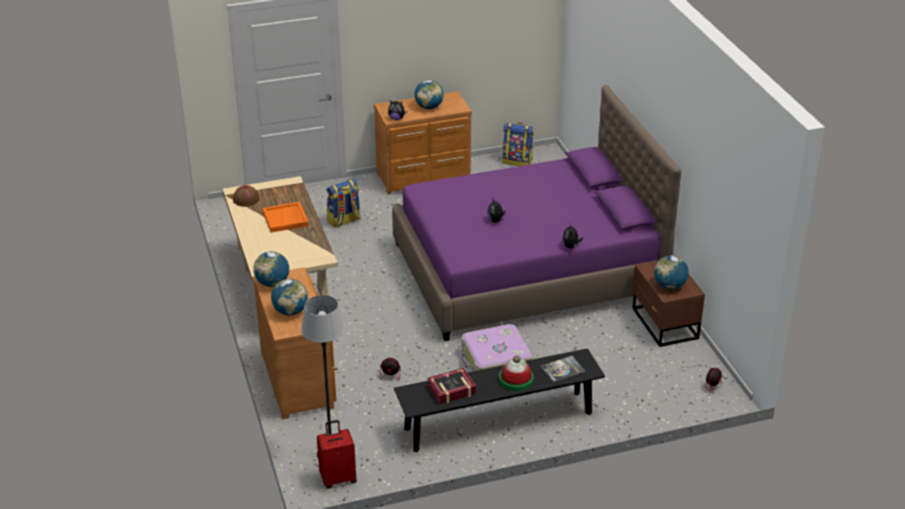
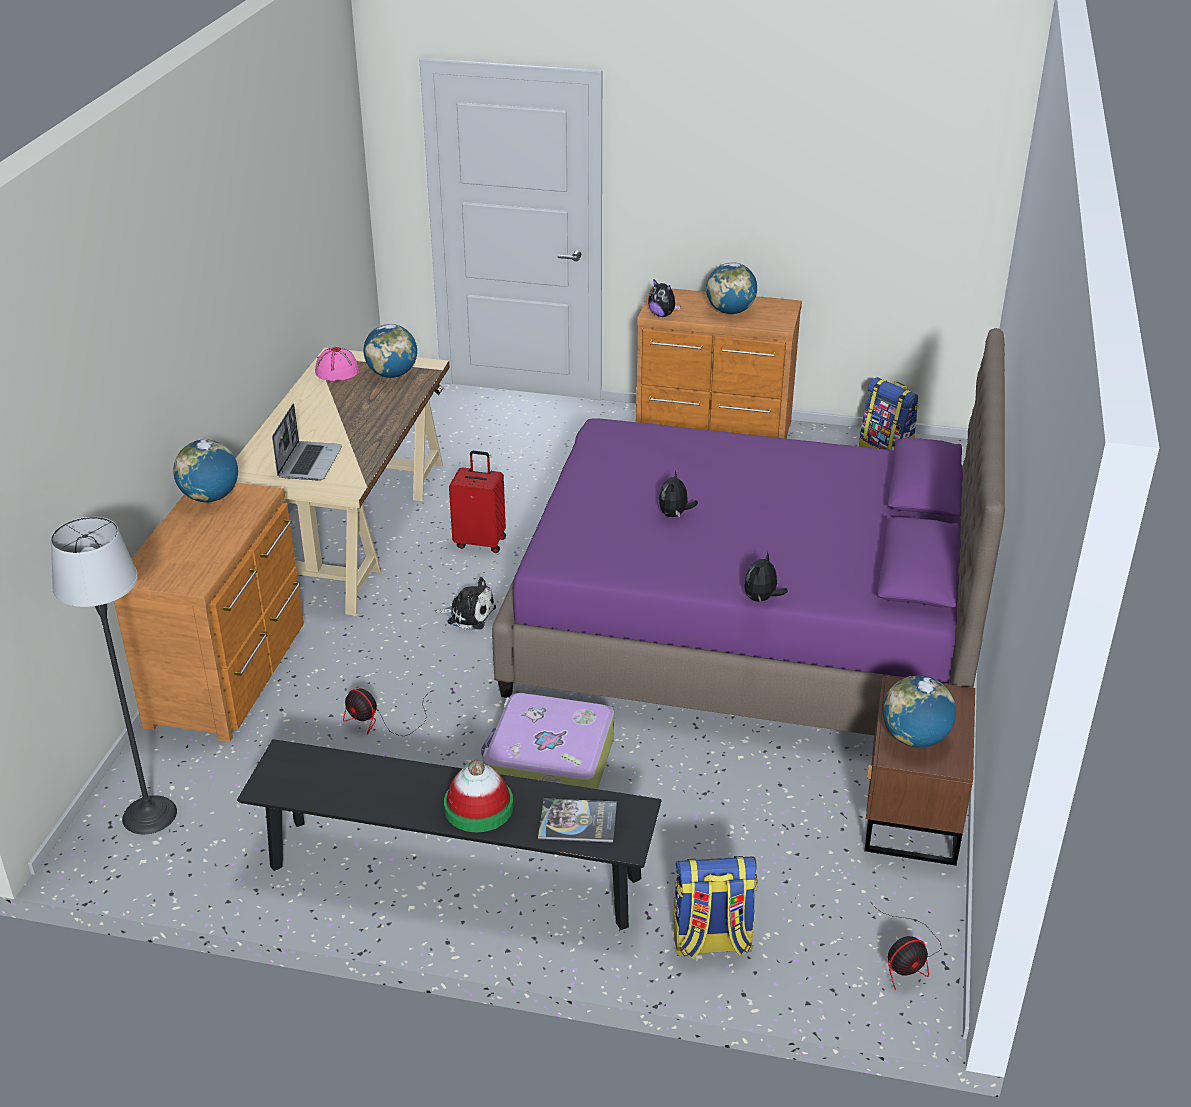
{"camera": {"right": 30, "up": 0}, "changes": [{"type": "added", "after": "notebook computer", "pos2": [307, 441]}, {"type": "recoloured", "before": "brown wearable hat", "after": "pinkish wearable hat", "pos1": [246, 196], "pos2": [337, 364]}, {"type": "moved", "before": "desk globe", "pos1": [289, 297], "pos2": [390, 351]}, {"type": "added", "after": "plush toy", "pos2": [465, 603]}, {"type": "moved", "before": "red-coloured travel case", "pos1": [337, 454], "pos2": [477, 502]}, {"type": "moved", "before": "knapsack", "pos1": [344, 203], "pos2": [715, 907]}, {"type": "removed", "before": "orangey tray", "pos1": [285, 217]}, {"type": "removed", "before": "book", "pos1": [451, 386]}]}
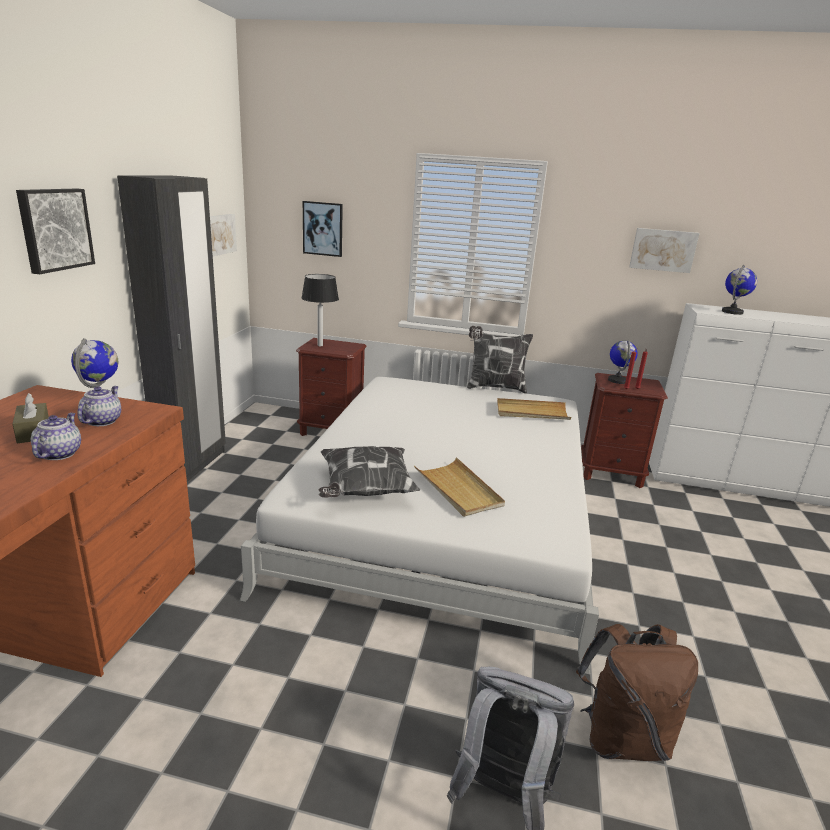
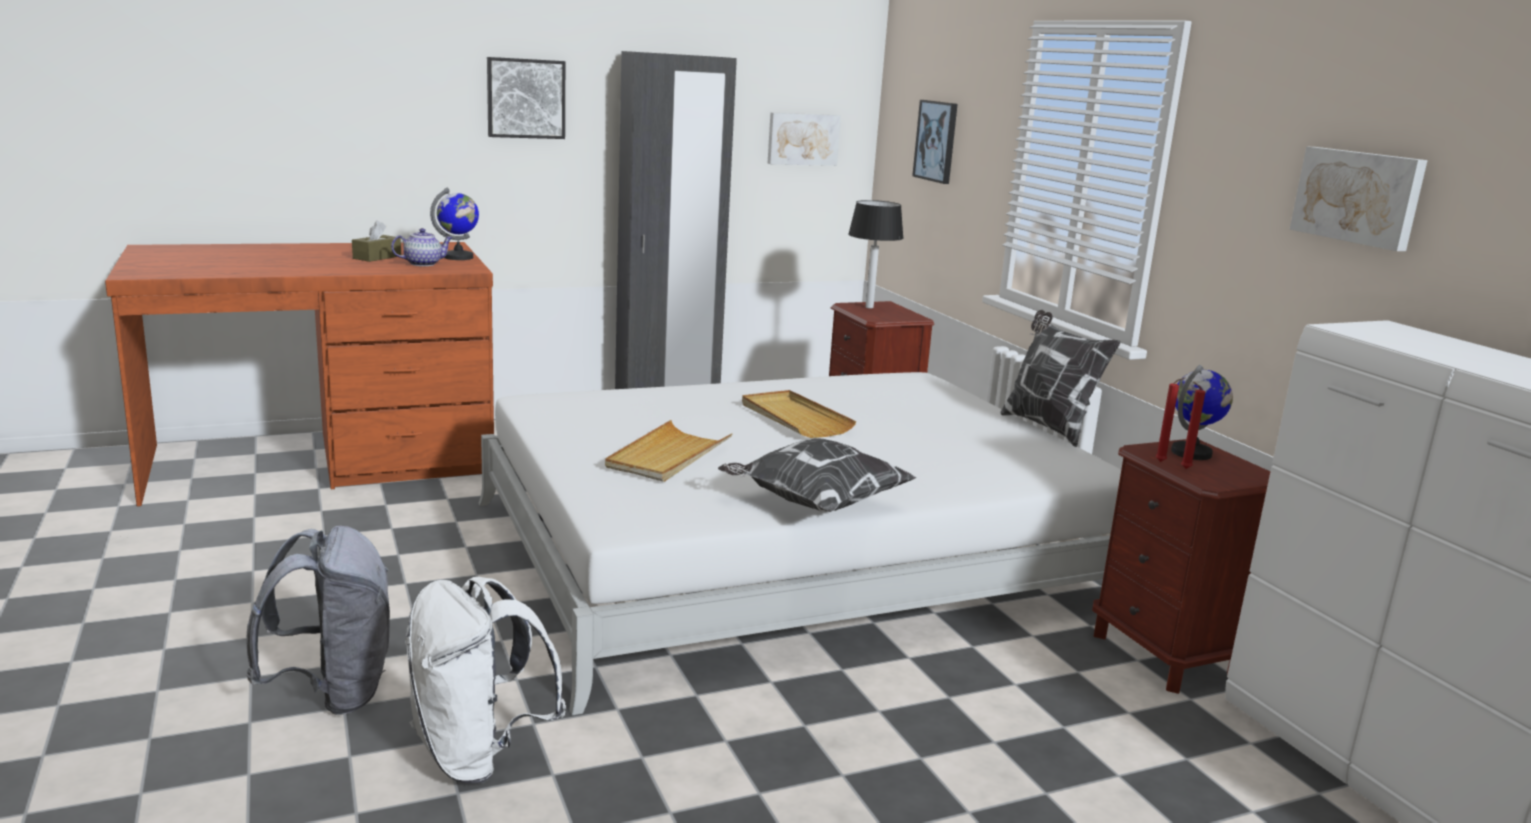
{"camera": {"right": 55, "up": -5}, "changes": [{"type": "recoloured", "before": "brown knapsack", "after": "white-coloured knapsack", "pos1": [637, 692], "pos2": [485, 680]}, {"type": "moved", "before": "cushion", "pos1": [369, 472], "pos2": [817, 475]}, {"type": "moved", "before": "sand-coloured tray", "pos1": [534, 409], "pos2": [799, 414]}, {"type": "removed", "before": "tea pot", "pos1": [56, 436]}, {"type": "removed", "before": "desk globe", "pos1": [739, 290]}]}
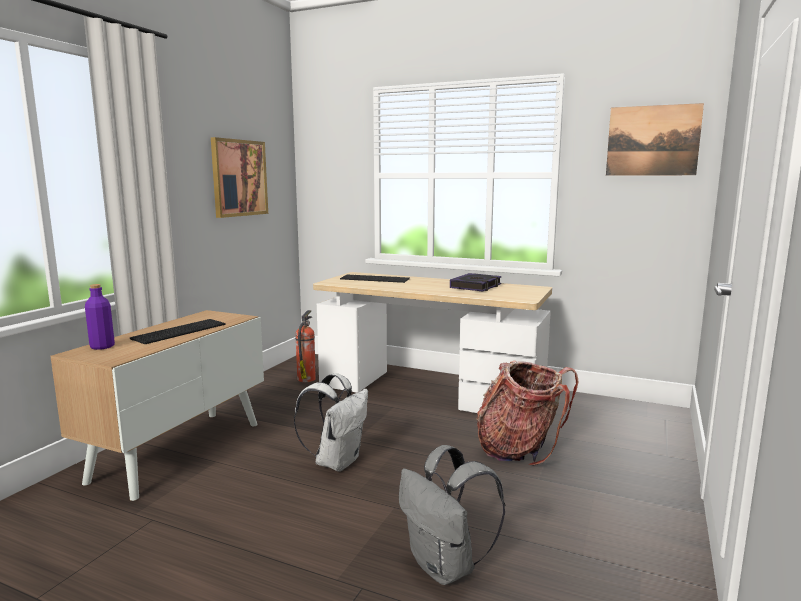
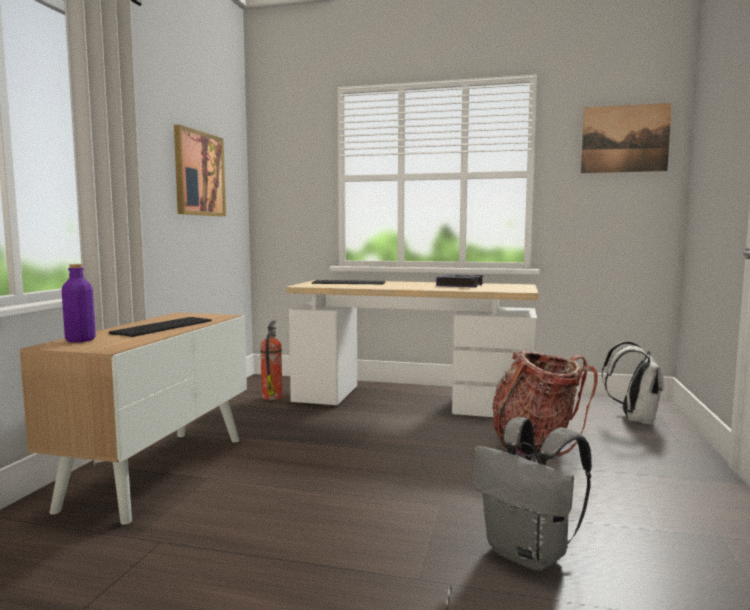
{"camera": {"right": -10, "up": -5}, "changes": [{"type": "moved", "before": "white-coloured knapsack", "pos1": [331, 422], "pos2": [633, 383]}]}
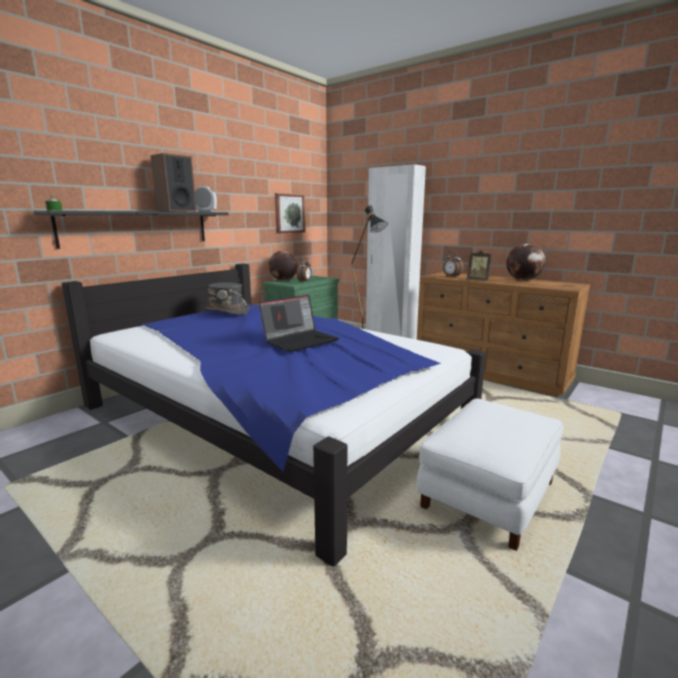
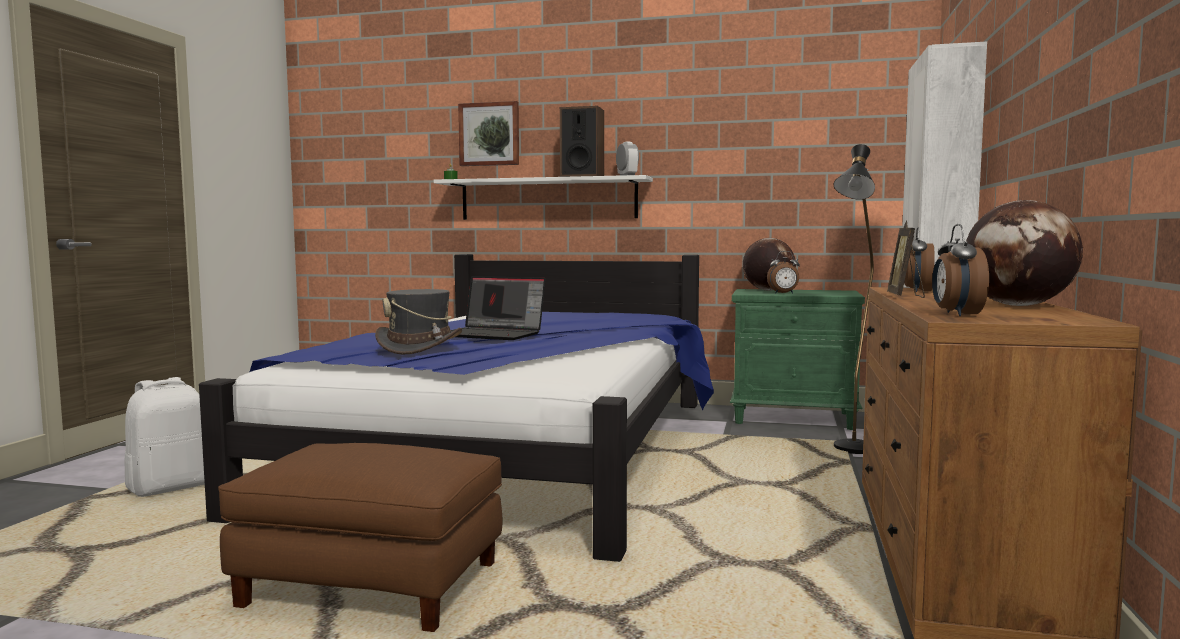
{"camera": {"right": 65, "up": -10}, "changes": [{"type": "added", "after": "white-coloured knapsack", "pos2": [164, 437]}, {"type": "recoloured", "before": "white-coloured pouffe", "after": "brown pouffe", "pos1": [490, 475], "pos2": [360, 537]}, {"type": "moved", "before": "greyish wearable hat", "pos1": [226, 299], "pos2": [418, 322]}, {"type": "recoloured", "before": "black shelf", "after": "white-coloured shelf", "pos1": [131, 230], "pos2": [543, 197]}, {"type": "moved", "before": "wall art", "pos1": [290, 213], "pos2": [488, 133]}, {"type": "added", "after": "bedside clock", "pos2": [960, 270]}]}
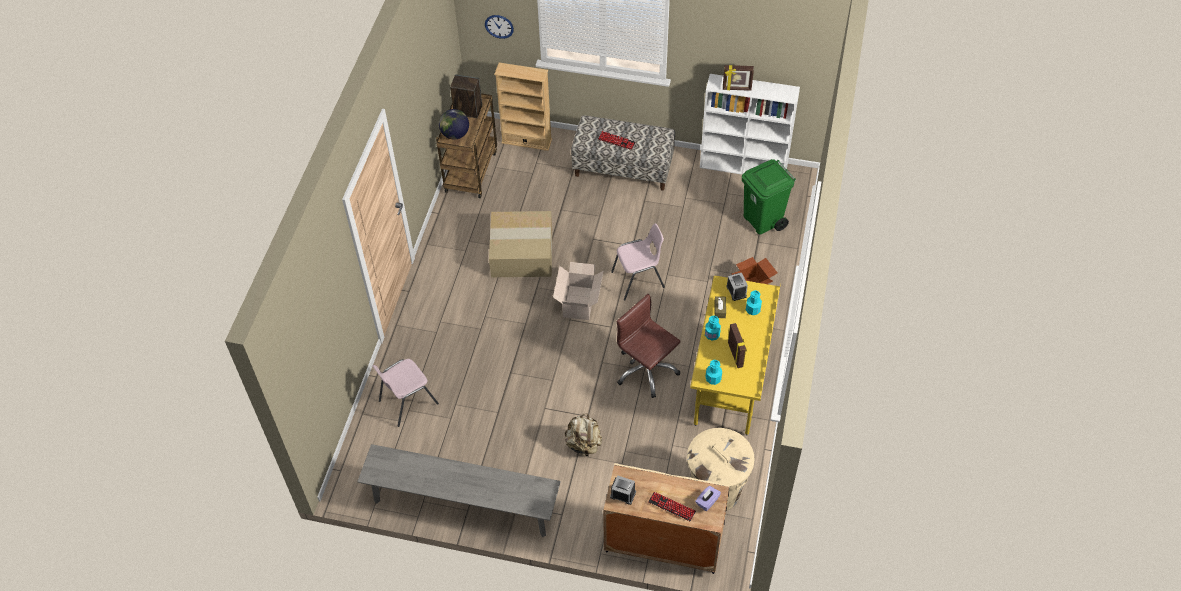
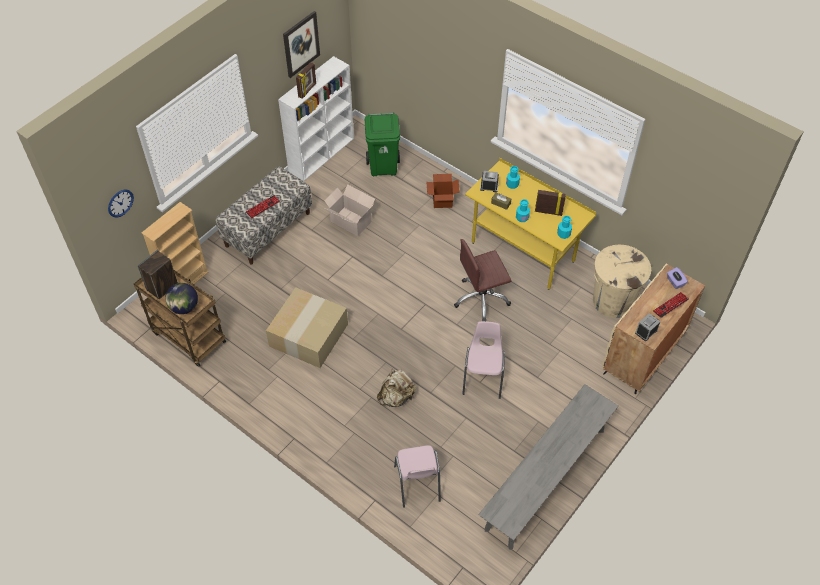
{"camera": {"right": -65, "up": 0}, "changes": [{"type": "added", "after": "wall art", "pos2": [301, 44]}, {"type": "moved", "before": "cardboard box", "pos1": [578, 291], "pos2": [349, 210]}, {"type": "moved", "before": "sand-coloured knapsack", "pos1": [583, 434], "pos2": [396, 388]}, {"type": "moved", "before": "pinkish upright chair", "pos1": [638, 262], "pos2": [483, 360]}]}
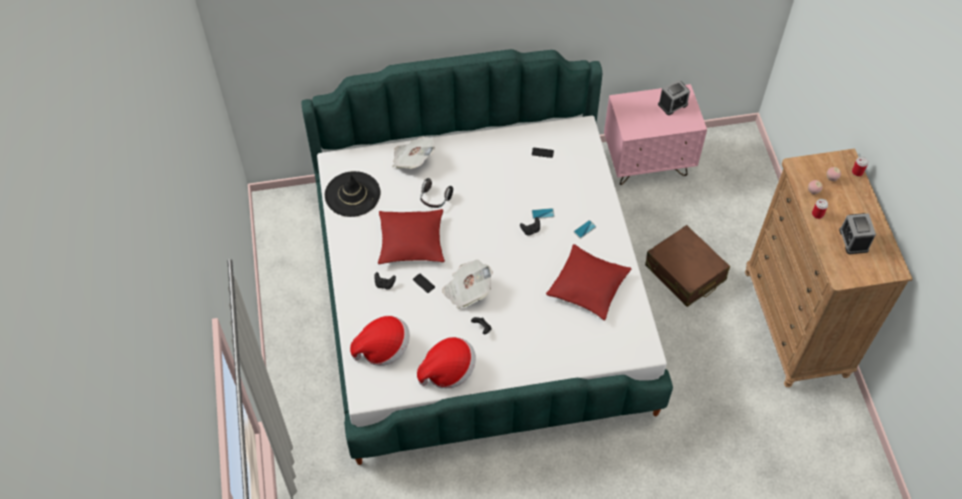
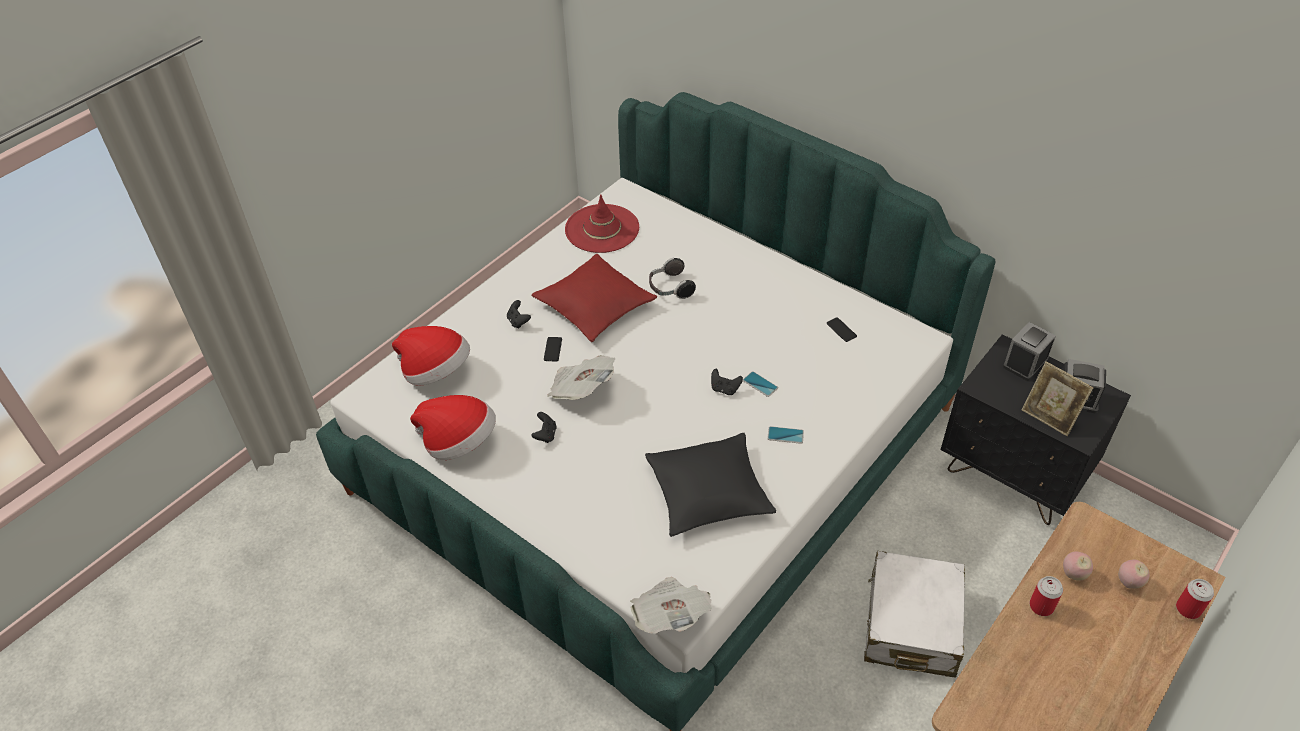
{"camera": {"right": 50, "up": -10}, "changes": [{"type": "recoloured", "before": "black wearable hat", "after": "red-coloured wearable hat", "pos1": [352, 194], "pos2": [602, 223]}, {"type": "moved", "before": "daily paper", "pos1": [413, 153], "pos2": [671, 605]}, {"type": "recoloured", "before": "red-coloured cushion", "after": "black cushion", "pos1": [588, 282], "pos2": [710, 485]}, {"type": "recoloured", "before": "brown travel case", "after": "white-coloured travel case", "pos1": [687, 266], "pos2": [914, 614]}, {"type": "recoloured", "before": "pinkish bedside table", "after": "black bedside table", "pos1": [655, 134], "pos2": [1036, 429]}, {"type": "moved", "before": "bedside clock", "pos1": [857, 233], "pos2": [1029, 351]}, {"type": "added", "after": "photo frame", "pos2": [1057, 398]}]}
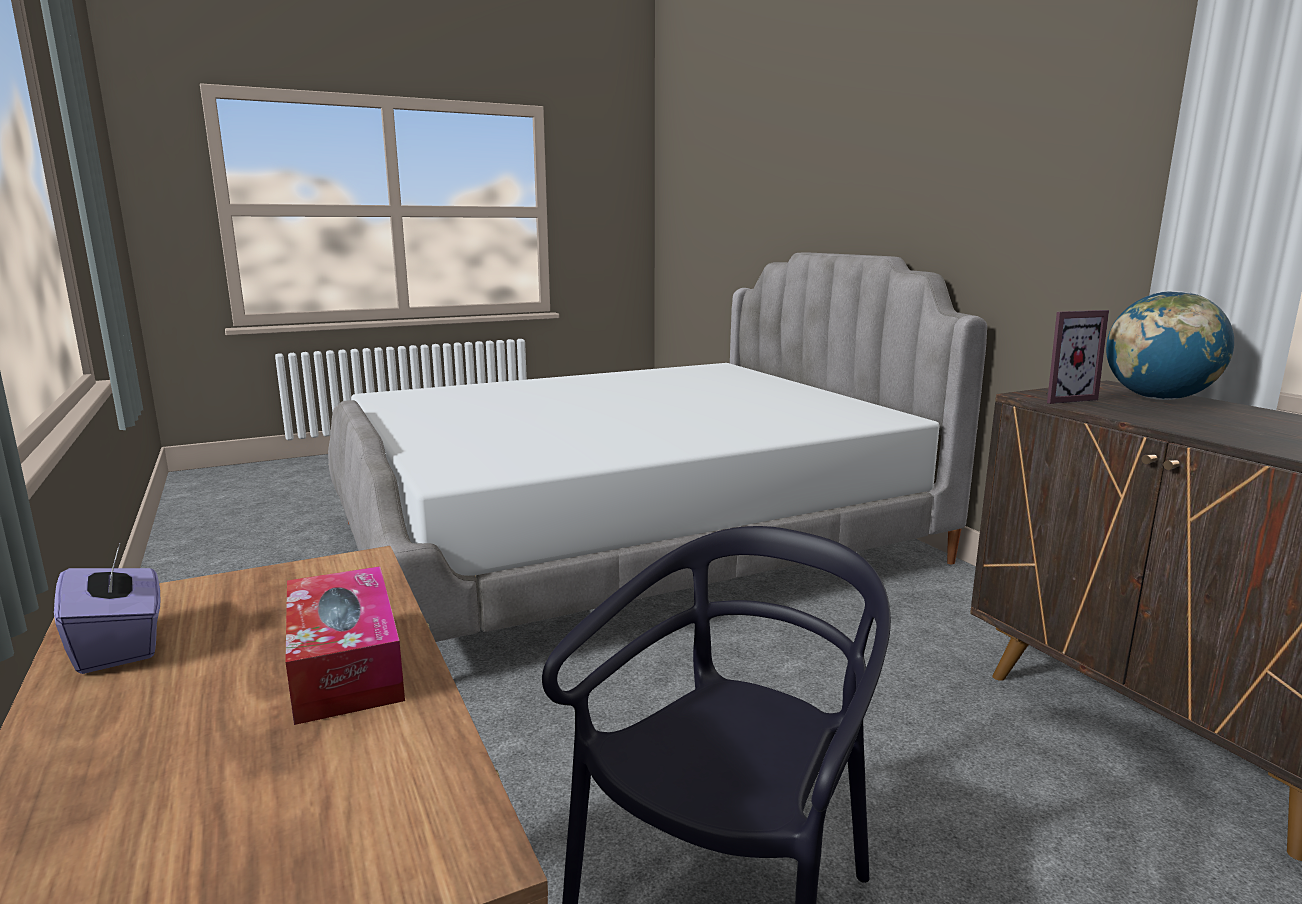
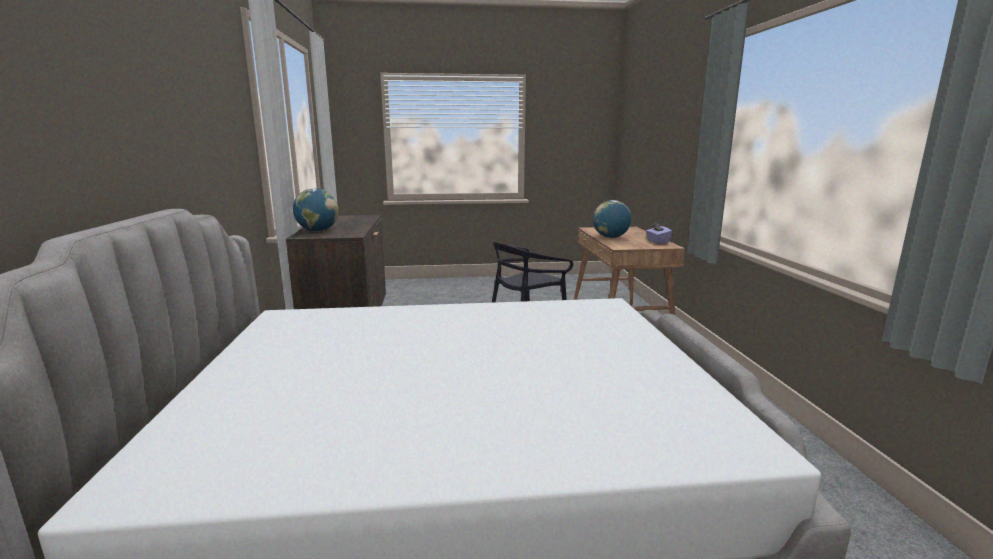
{"camera": {"right": -160, "up": 0}, "changes": [{"type": "replaced", "before": "box of tissues", "after": "desk globe", "pos1": [345, 645], "pos2": [612, 219]}, {"type": "removed", "before": "photo frame", "pos1": [1078, 357]}]}
